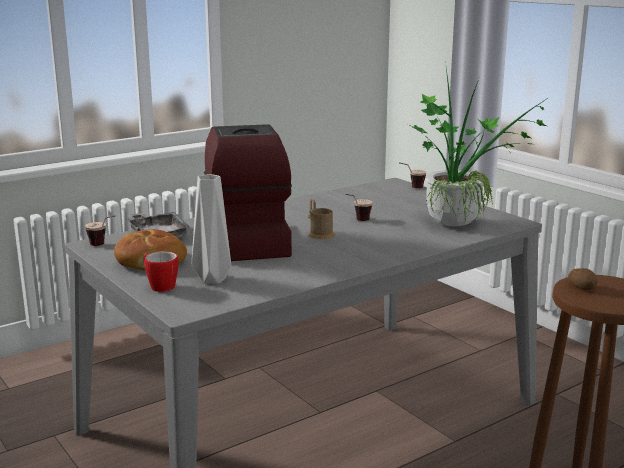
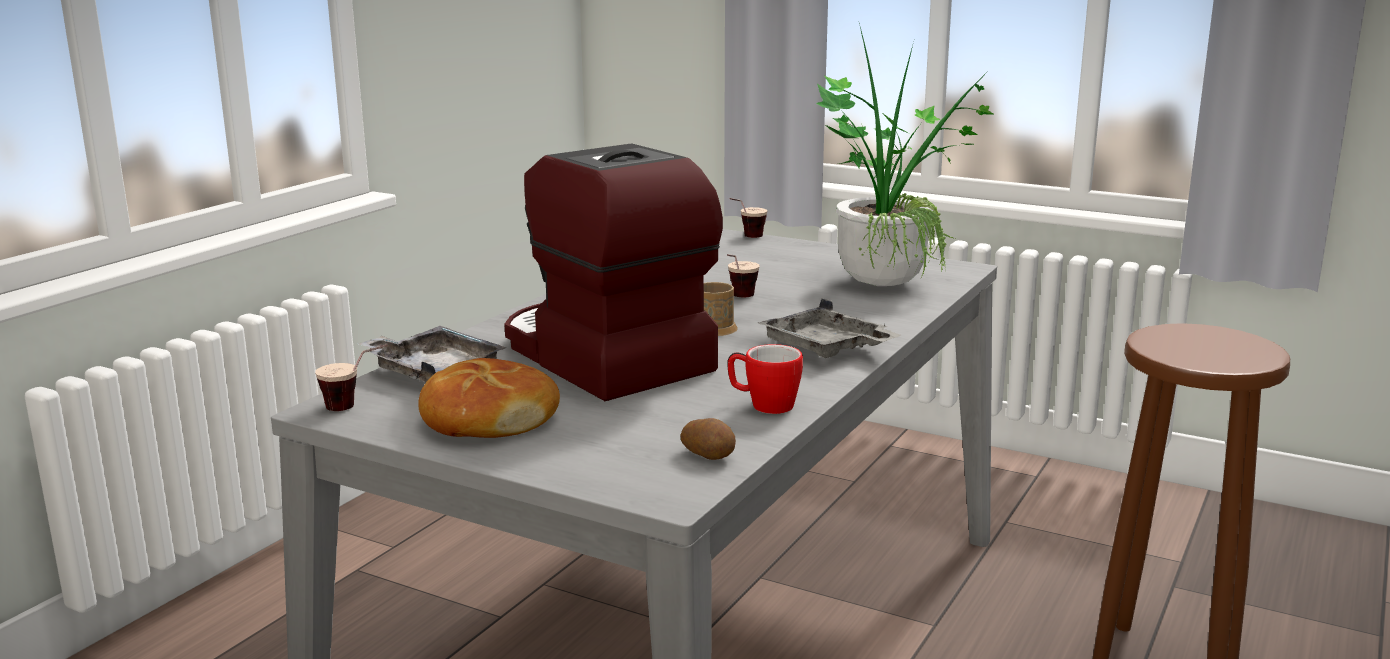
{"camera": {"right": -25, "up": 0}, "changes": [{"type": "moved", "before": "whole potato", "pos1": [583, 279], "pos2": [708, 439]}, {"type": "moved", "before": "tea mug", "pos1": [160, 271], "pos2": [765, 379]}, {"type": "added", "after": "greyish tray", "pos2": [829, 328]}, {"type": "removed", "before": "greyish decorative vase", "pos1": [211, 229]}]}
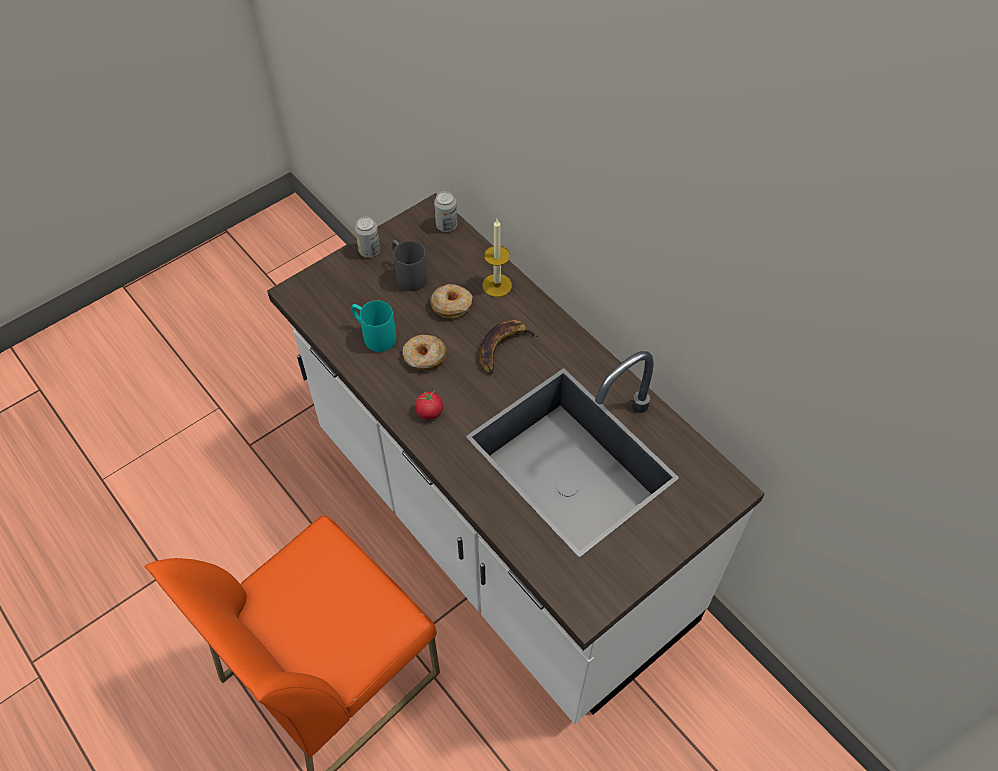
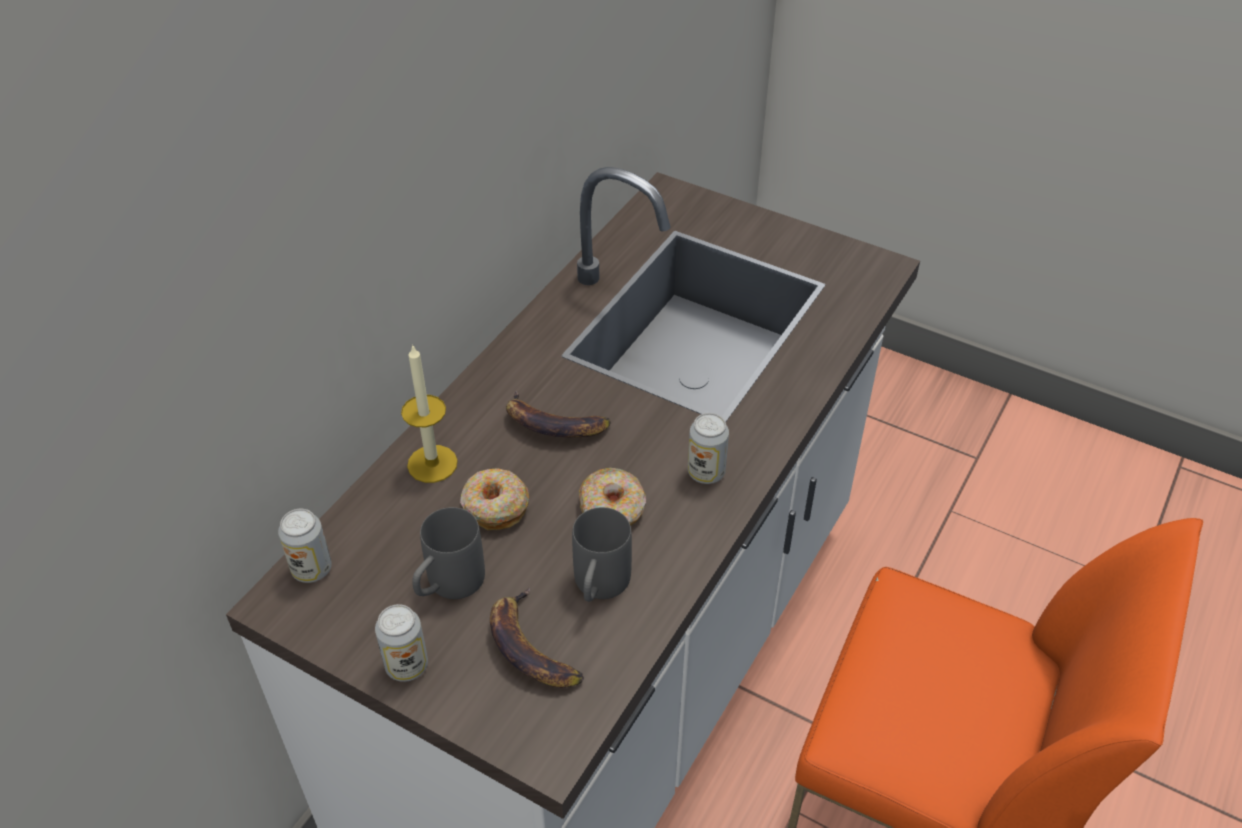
{"camera": {"right": -110, "up": -10}, "changes": [{"type": "added", "after": "whole banana", "pos2": [537, 637]}, {"type": "recoloured", "before": "turquoise tea mug", "after": "greyish tea mug", "pos1": [373, 326], "pos2": [602, 554]}, {"type": "replaced", "before": "fresh tomato", "after": "can", "pos1": [429, 405], "pos2": [708, 448]}]}
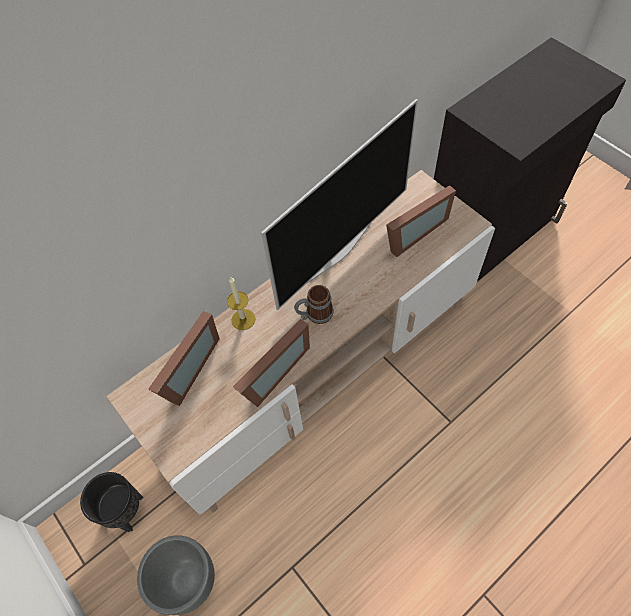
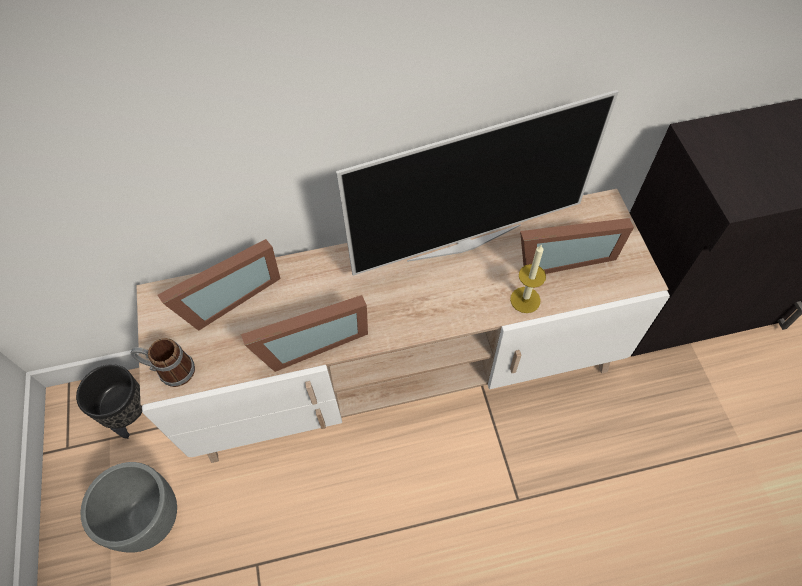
{"camera": {"right": 25, "up": 0}, "changes": [{"type": "moved", "before": "tea mug", "pos1": [314, 304], "pos2": [162, 362]}, {"type": "moved", "before": "candle", "pos1": [241, 303], "pos2": [528, 278]}]}
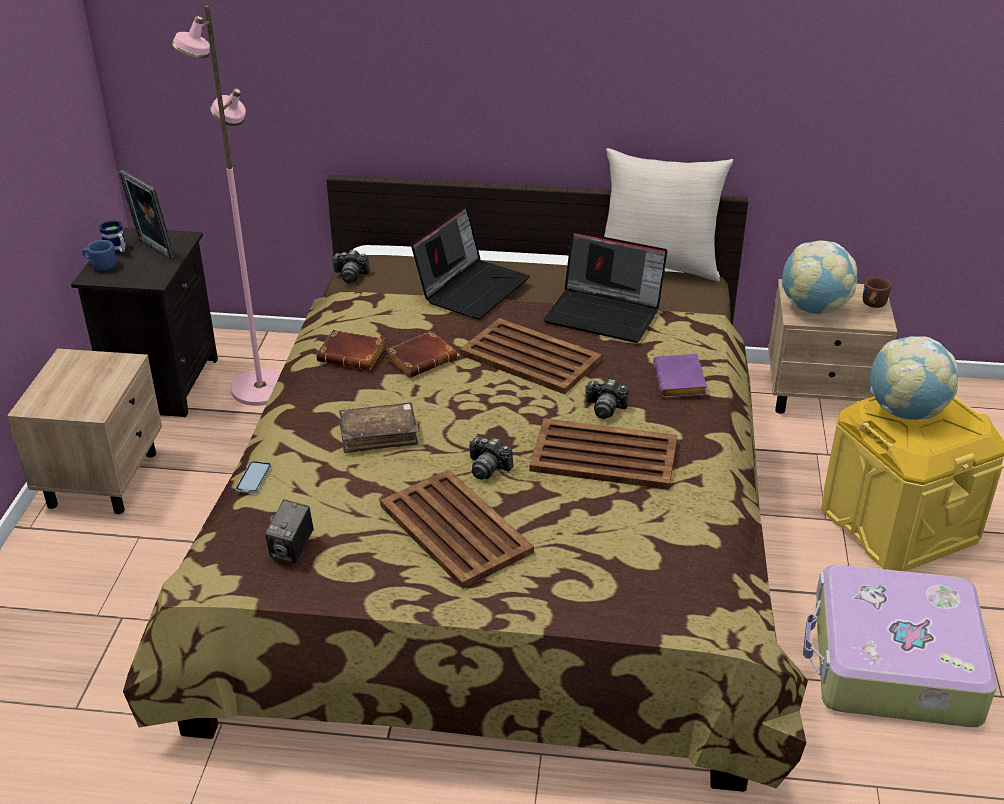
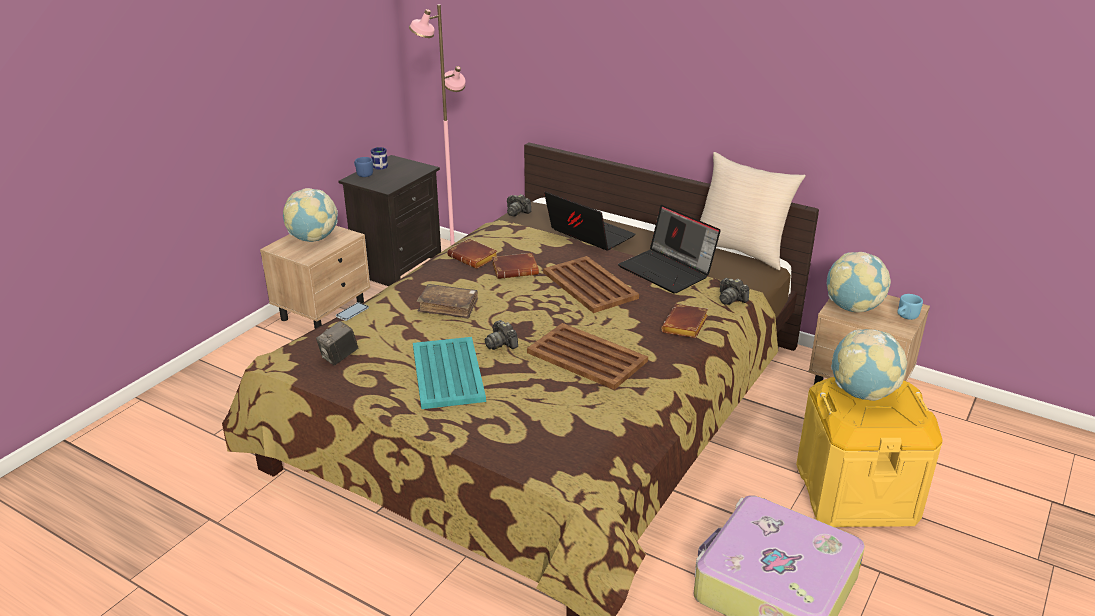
{"camera": {"right": 25, "up": -5}, "changes": [{"type": "added", "after": "desk globe", "pos2": [310, 215]}, {"type": "recoloured", "before": "brown tray", "after": "turquoise tray", "pos1": [457, 529], "pos2": [449, 373]}, {"type": "turned", "before": "notebook computer", "pos1": [470, 263], "pos2": [589, 221], "turn": -105}, {"type": "recoloured", "before": "purple book", "after": "brown book", "pos1": [680, 376], "pos2": [684, 321]}, {"type": "moved", "before": "still camera", "pos1": [607, 399], "pos2": [734, 291]}, {"type": "recoloured", "before": "brown tea mug", "after": "bluish tea mug", "pos1": [877, 292], "pos2": [910, 307]}, {"type": "removed", "before": "photo frame", "pos1": [146, 214]}]}
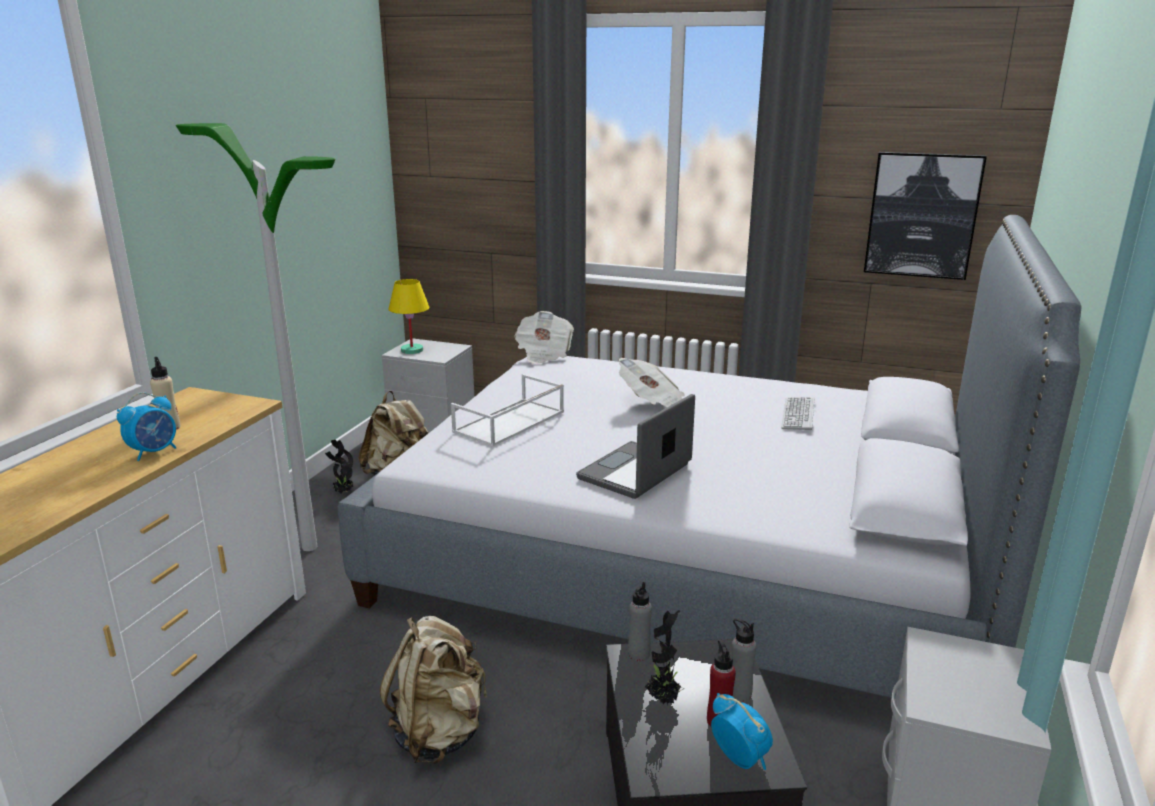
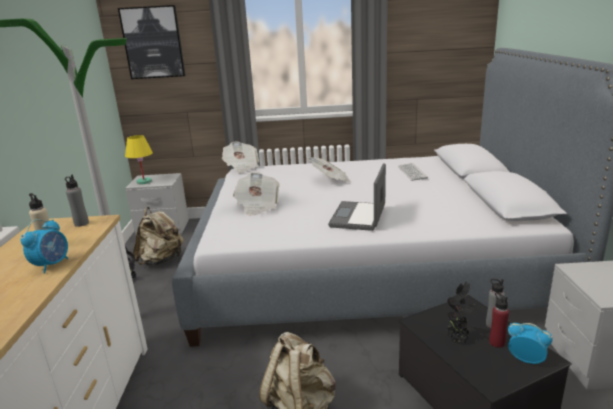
{"camera": {"right": -20, "up": 0}, "changes": [{"type": "moved", "before": "greyish beverage bottle", "pos1": [640, 621], "pos2": [77, 200]}, {"type": "moved", "before": "wall art", "pos1": [925, 216], "pos2": [151, 42]}, {"type": "replaced", "before": "white-coloured tray", "after": "daily paper", "pos1": [507, 410], "pos2": [256, 194]}]}
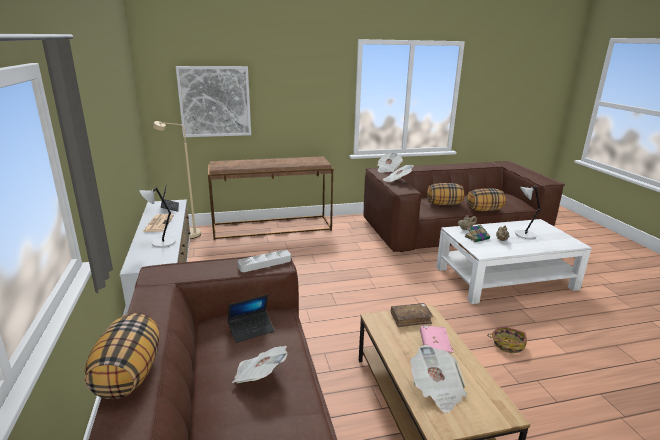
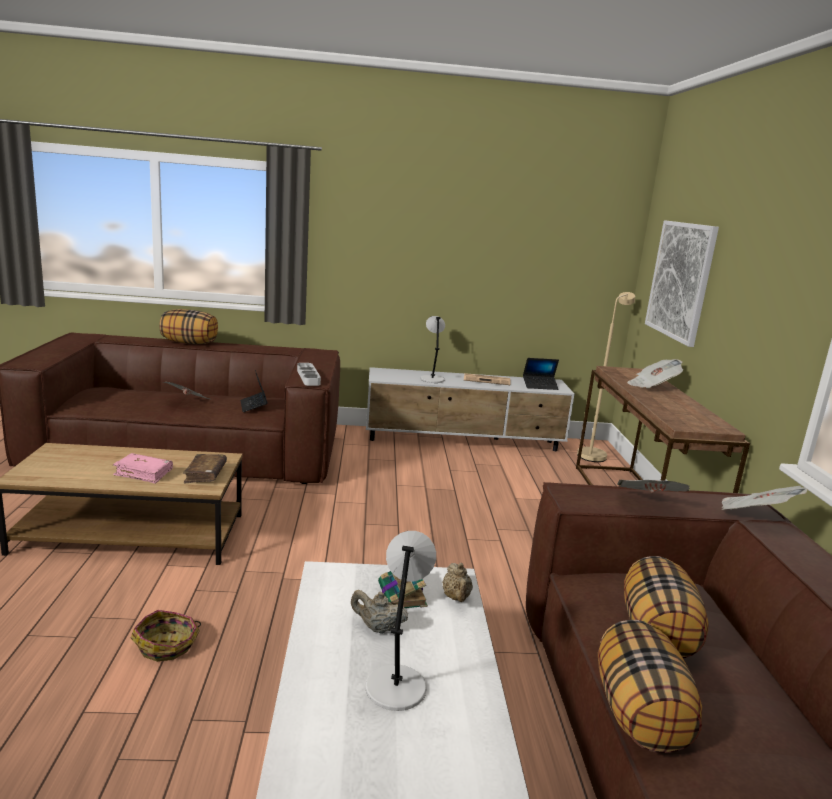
{"camera": {"right": 100, "up": -5}, "changes": [{"type": "moved", "before": "daily paper", "pos1": [438, 379], "pos2": [655, 373]}]}
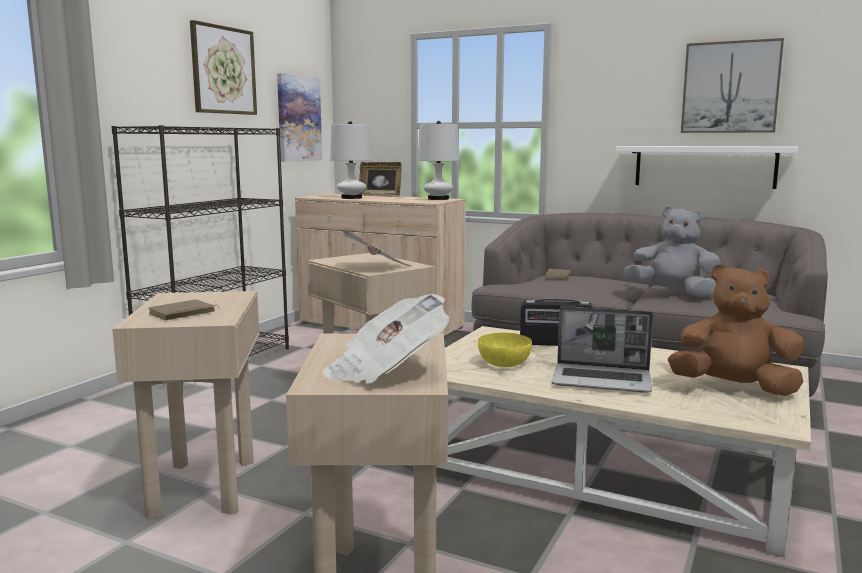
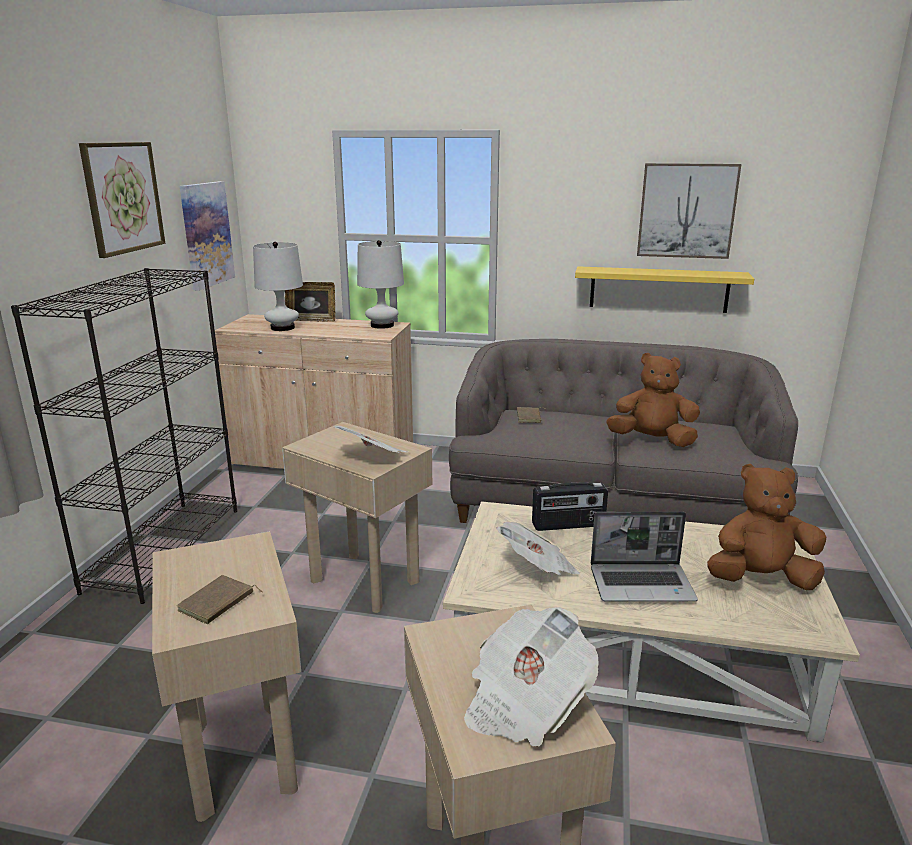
{"camera": {"right": -15, "up": 10}, "changes": [{"type": "replaced", "before": "yellowish bowl", "after": "daily paper", "pos1": [505, 350], "pos2": [538, 548]}, {"type": "recoloured", "before": "white-coloured shelf", "after": "yellowish shelf", "pos1": [707, 167], "pos2": [664, 289]}, {"type": "recoloured", "before": "greyish plush toy", "after": "brown plush toy", "pos1": [672, 252], "pos2": [653, 400]}]}
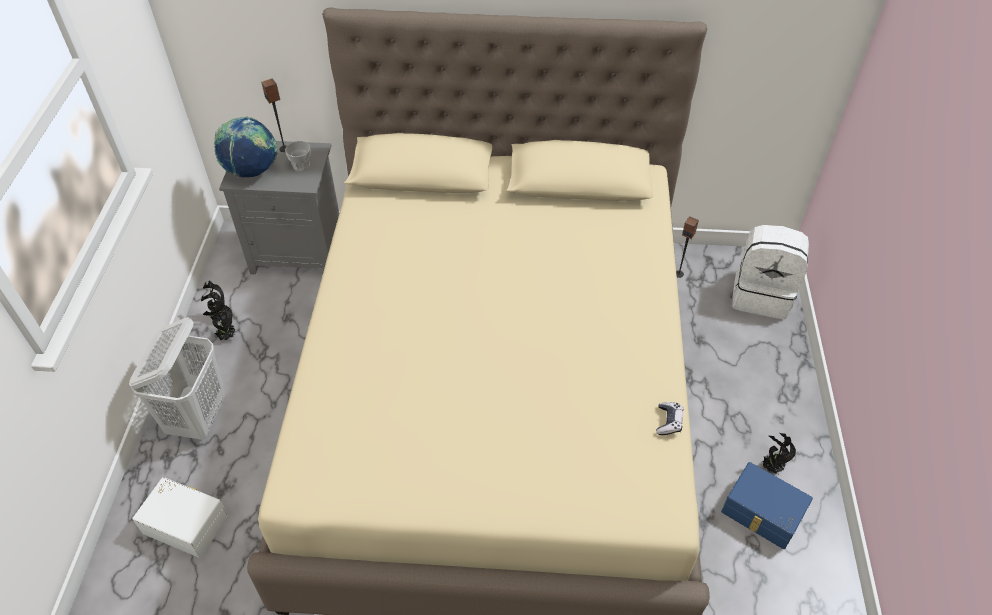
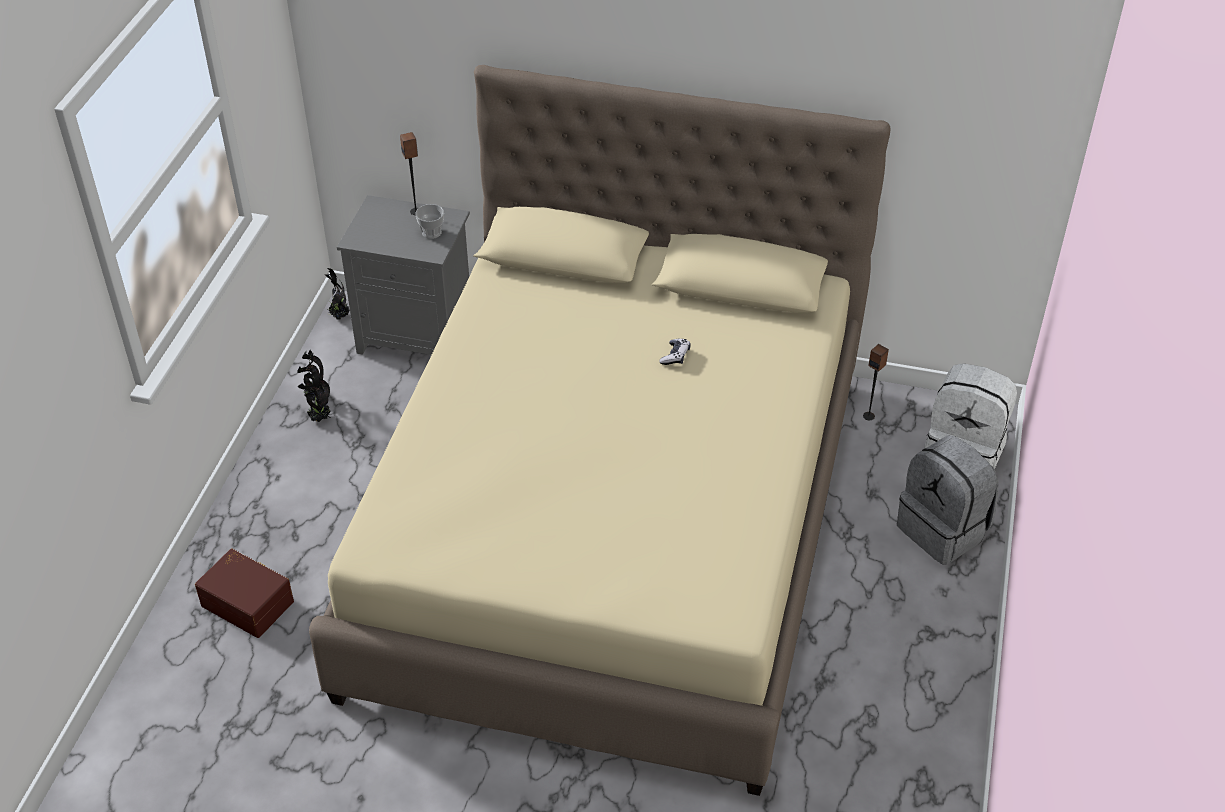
{"camera": {"right": 10, "up": -5}, "changes": [{"type": "recoloured", "before": "white-coloured storage bin", "after": "brown storage bin", "pos1": [180, 517], "pos2": [244, 593]}, {"type": "moved", "before": "plant in a pot", "pos1": [779, 454], "pos2": [337, 294]}, {"type": "moved", "before": "gamepad", "pos1": [669, 418], "pos2": [675, 352]}, {"type": "added", "after": "greyish knapsack", "pos2": [948, 499]}, {"type": "removed", "before": "white-coloured hamper", "pos1": [177, 378]}, {"type": "removed", "before": "desk globe", "pos1": [246, 147]}, {"type": "removed", "before": "bluish storage bin", "pos1": [767, 505]}]}
